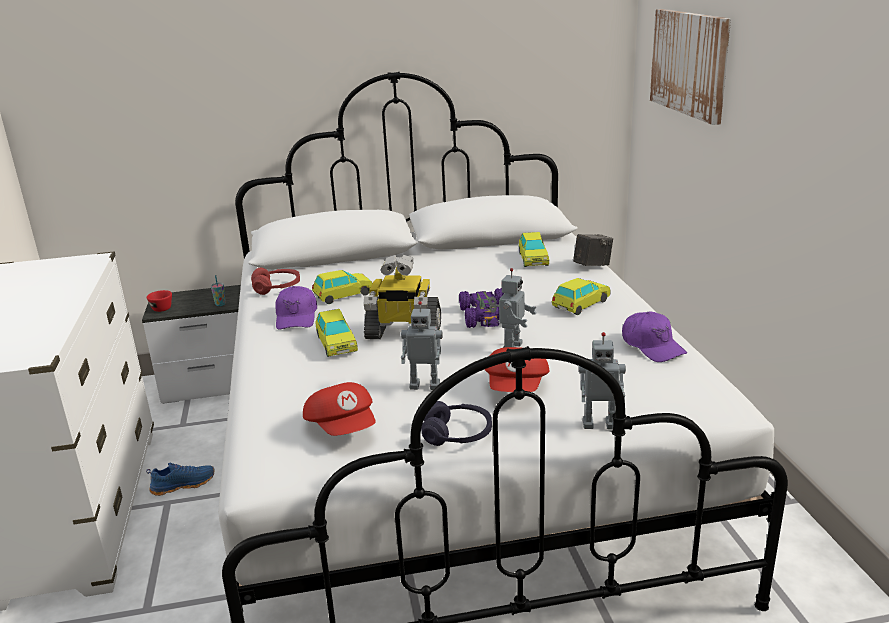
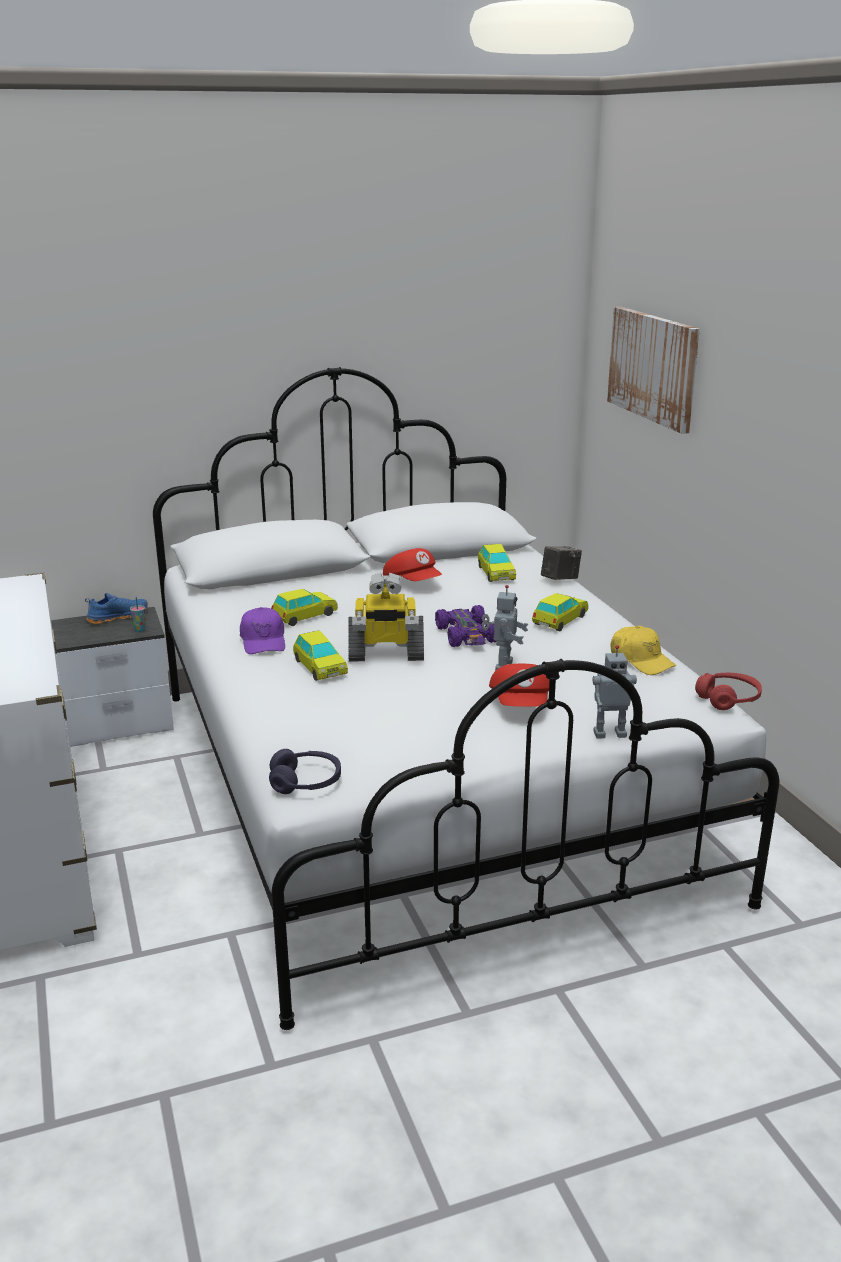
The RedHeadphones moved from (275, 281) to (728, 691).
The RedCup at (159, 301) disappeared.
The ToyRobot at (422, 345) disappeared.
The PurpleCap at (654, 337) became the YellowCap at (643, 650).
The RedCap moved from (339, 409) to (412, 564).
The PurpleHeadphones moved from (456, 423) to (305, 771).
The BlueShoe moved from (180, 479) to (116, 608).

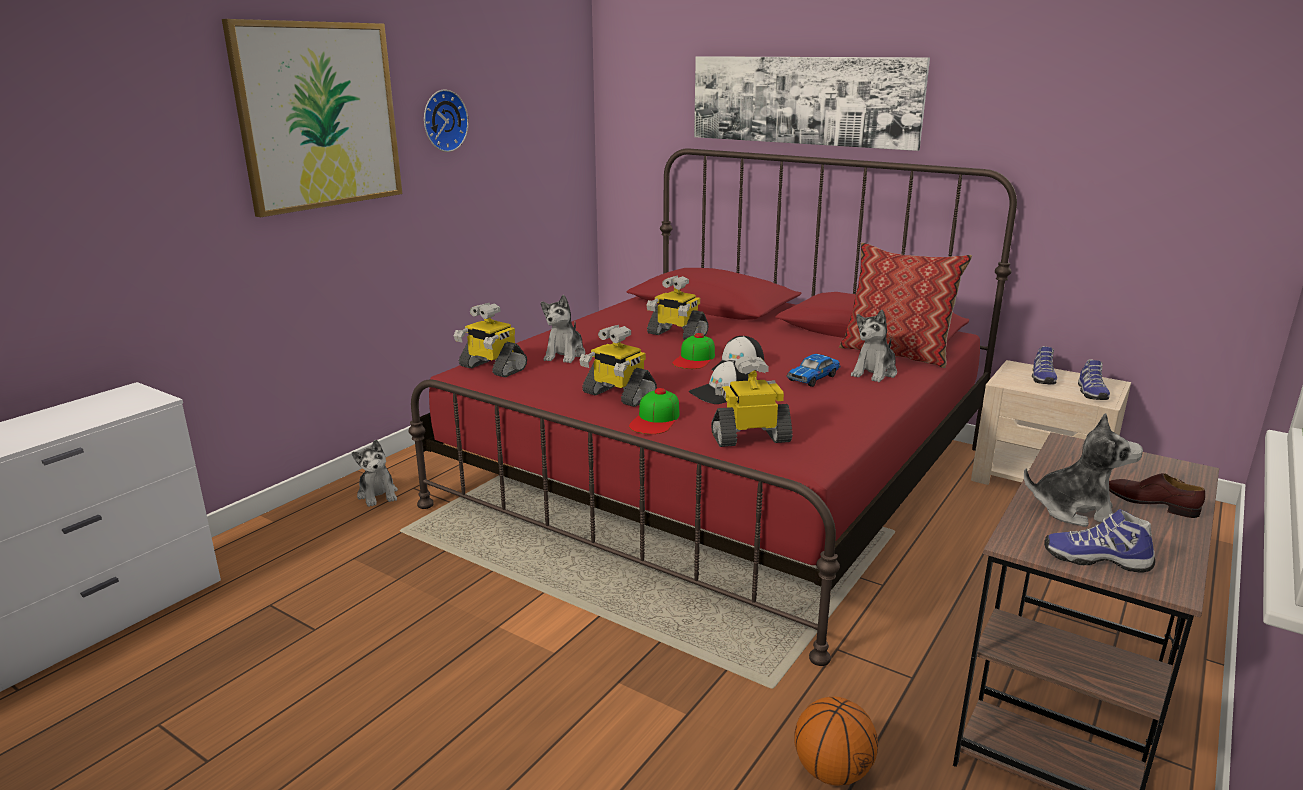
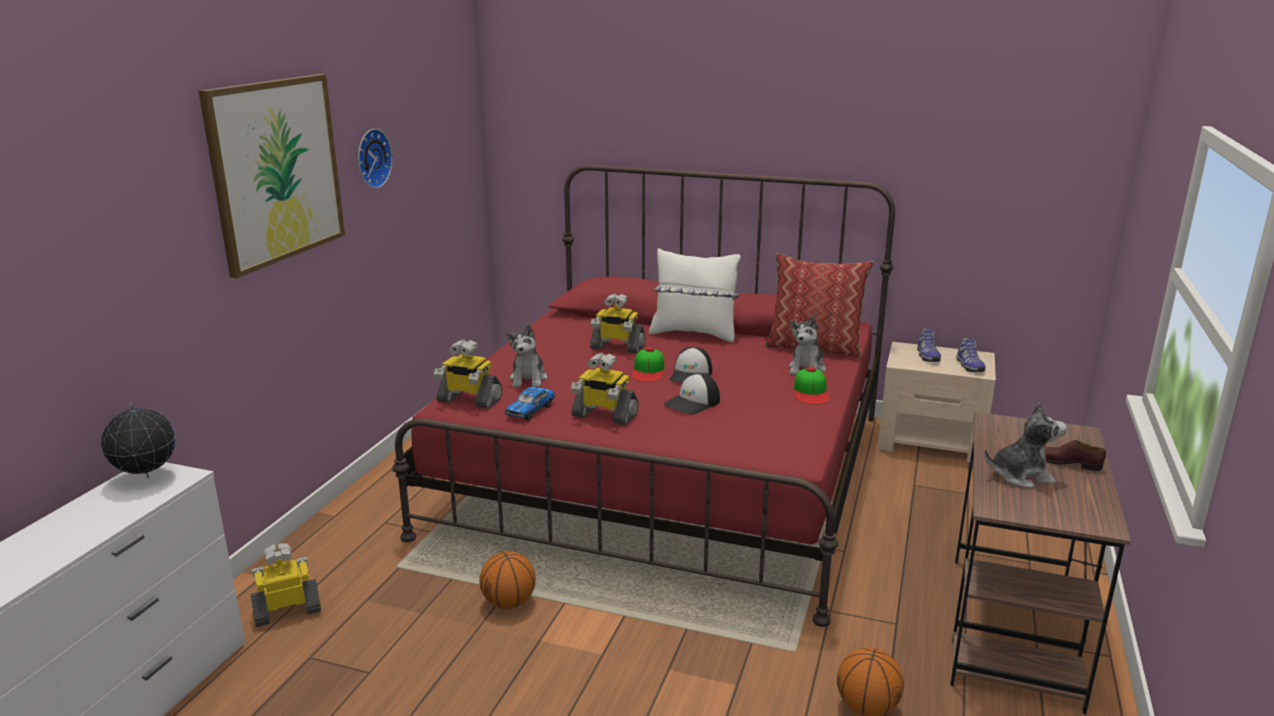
The Picture at (812, 103) disappeared.
The ToyCar moved from (813, 370) to (529, 404).
The ToyRobot moved from (752, 401) to (285, 585).
The Cap moved from (654, 411) to (811, 385).
The PlushToy at (375, 473) disappeared.
The Shoe at (1099, 541) disappeared.
The WhitePillow at (695, 295) appeared.
The Globe at (138, 440) appeared.
The Basketball at (508, 580) appeared.

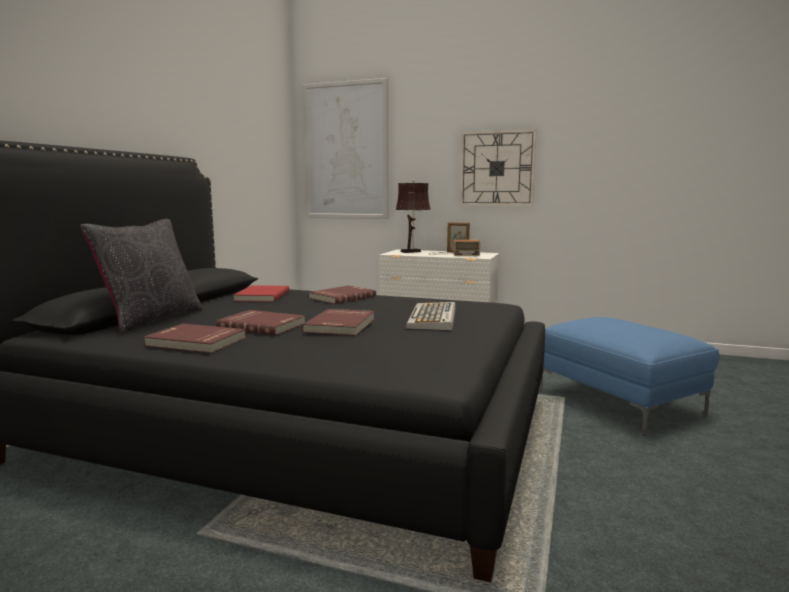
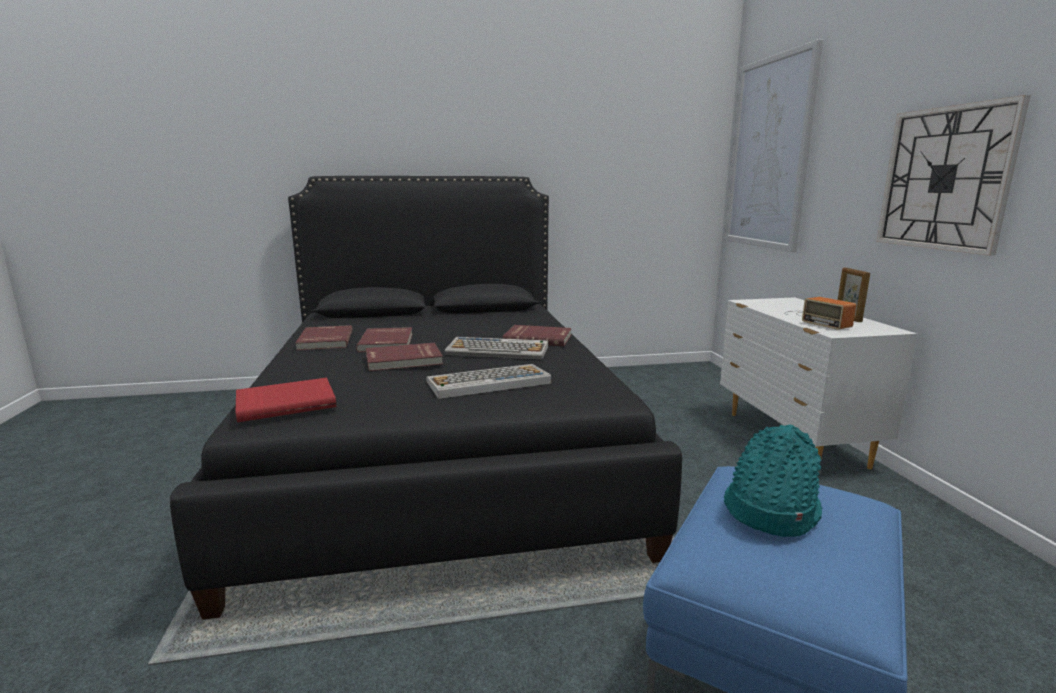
The BrownTableLamp at (413, 216) disappeared.
The BlackPillow at (141, 276) disappeared.
The RedBook moved from (261, 293) to (286, 400).
The Keyboard at (496, 348) appeared.
The TurquoiseHat at (773, 481) appeared.

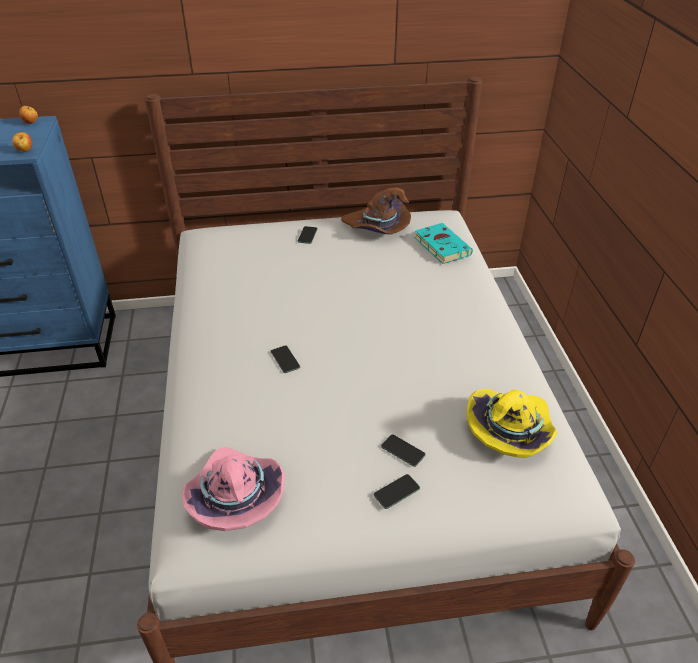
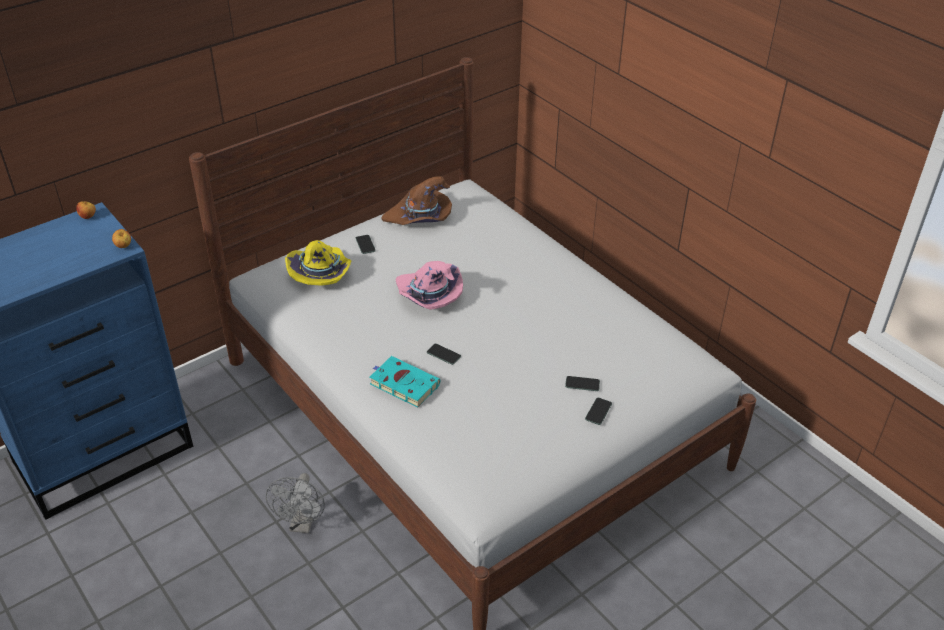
The TurquoiseBook moved from (444, 243) to (404, 382).
The YellowHat moved from (511, 423) to (318, 263).
The PinkHat moved from (233, 489) to (429, 285).
The GreyFan at (295, 503) appeared.

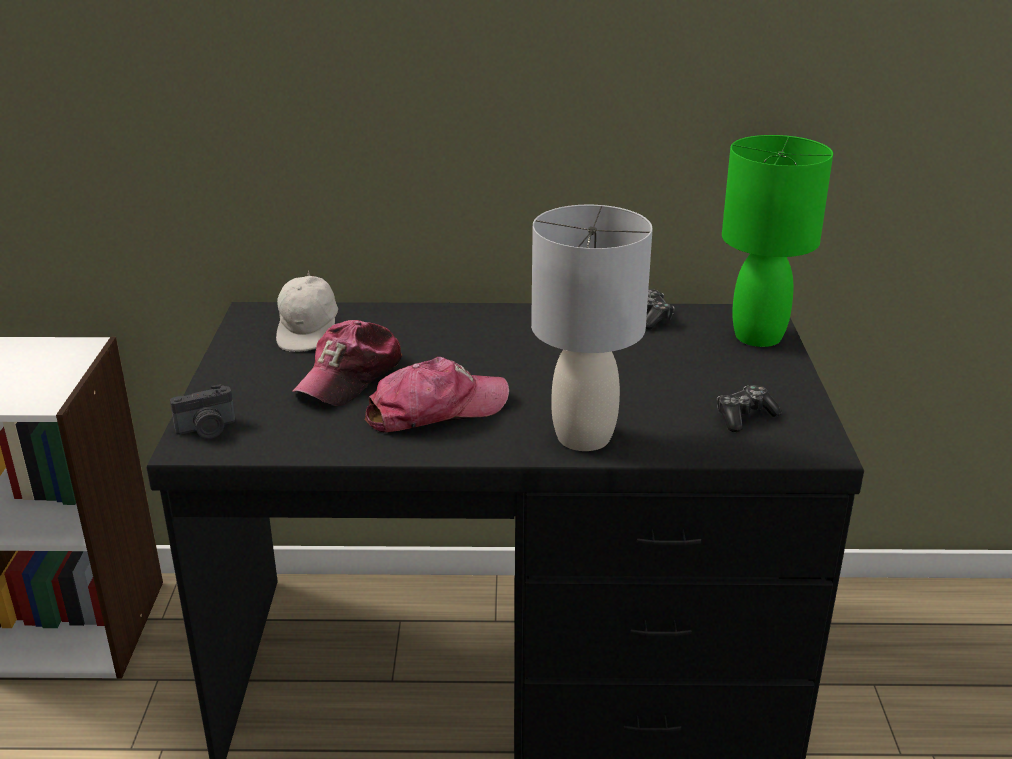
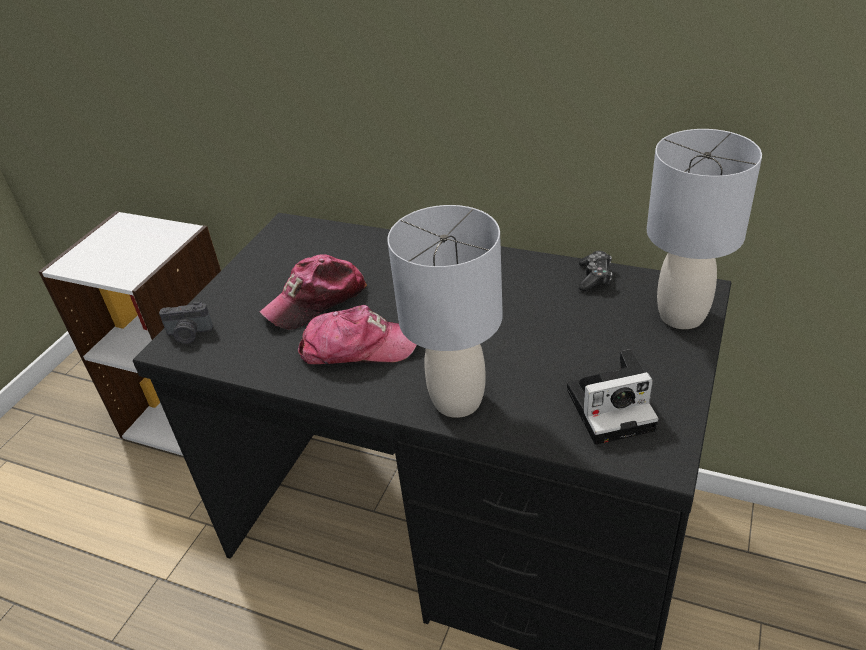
The GreenTableLamp at (777, 241) became the GreyTableLamp at (704, 229).
The WhiteCap at (307, 311) disappeared.
The GameController at (749, 408) was replaced by the PhotoCamera at (612, 397).

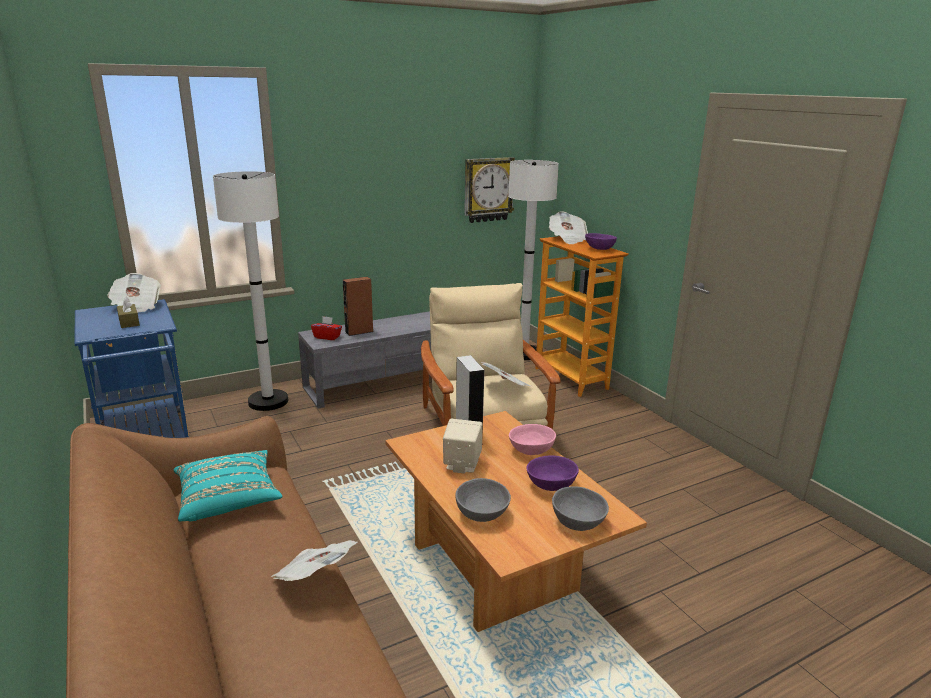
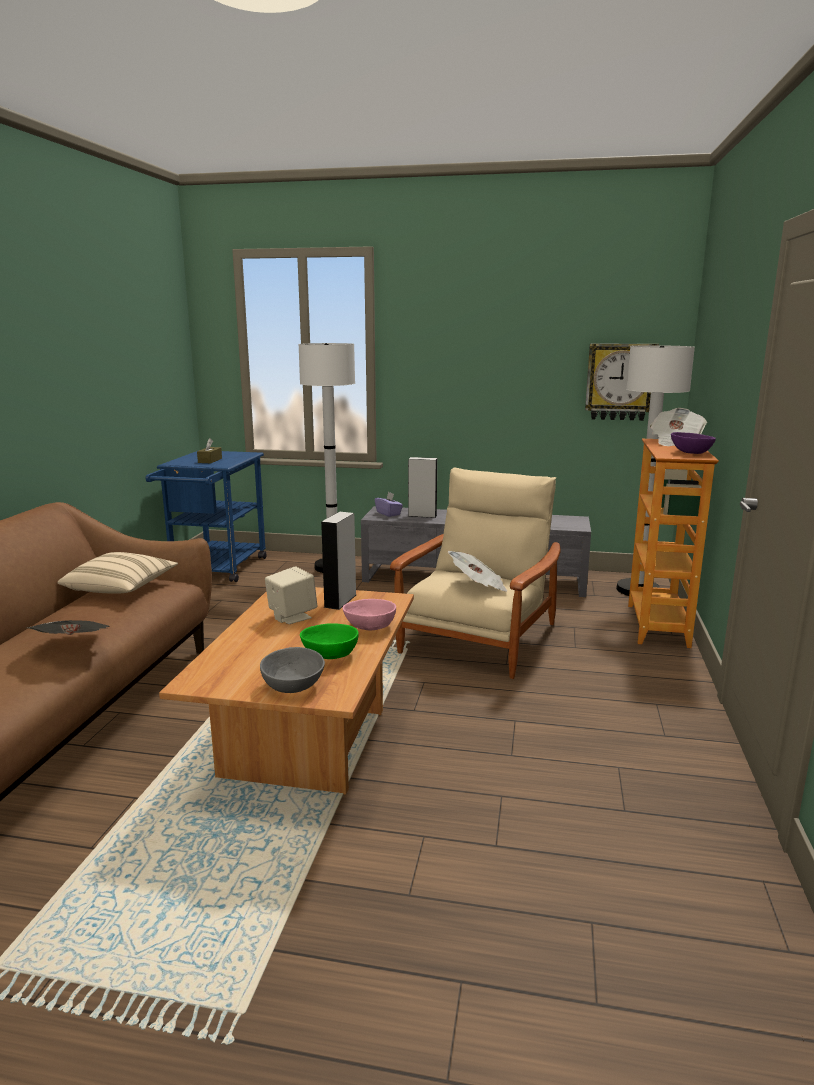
The Newspaper at (134, 293) disappeared.
The BrownSpeaker at (358, 306) became the GreySpeaker at (422, 487).
The RedTissueBox at (326, 328) became the PurpleTissueBox at (389, 504).
The TurquoisePillow at (228, 485) became the BeigePillow at (117, 573).
The PurpleBowl at (552, 473) became the GreenBowl at (329, 641).
The GreyBowl at (483, 500) disappeared.

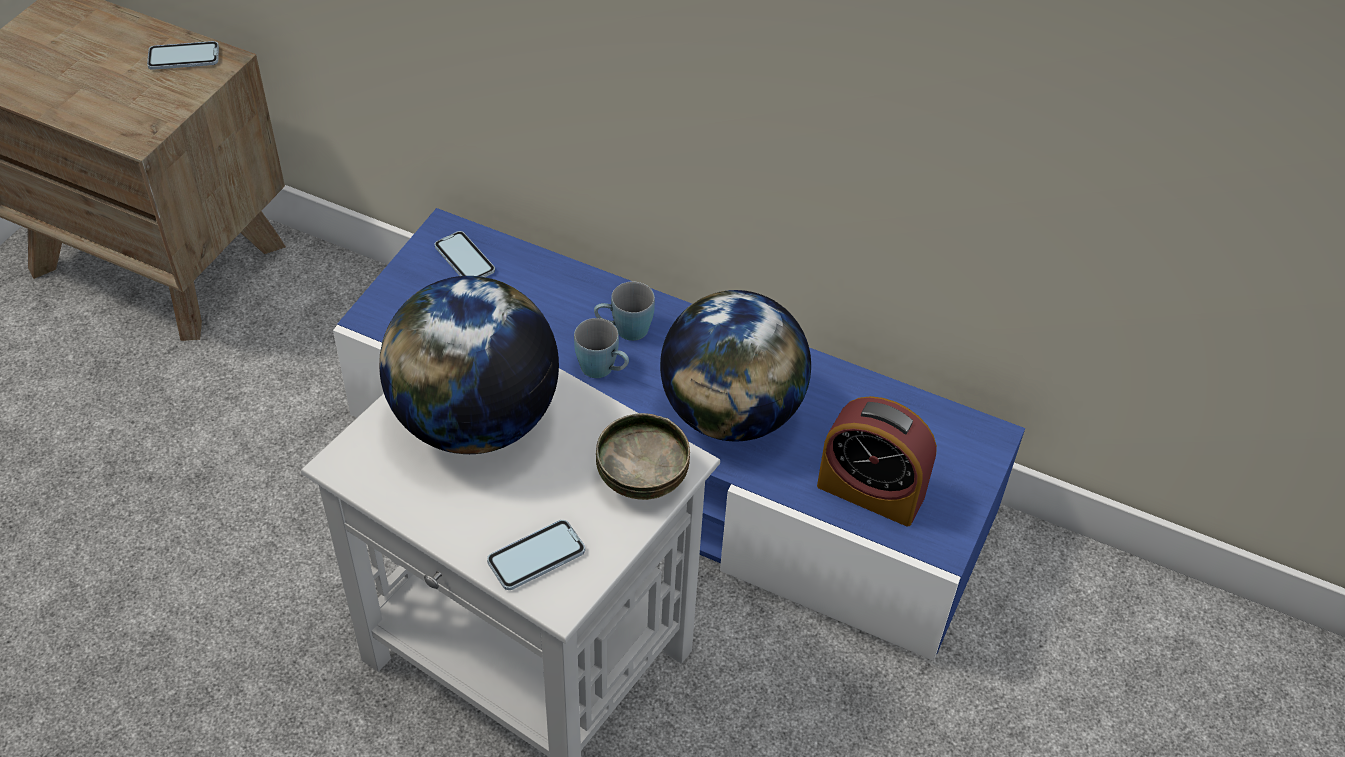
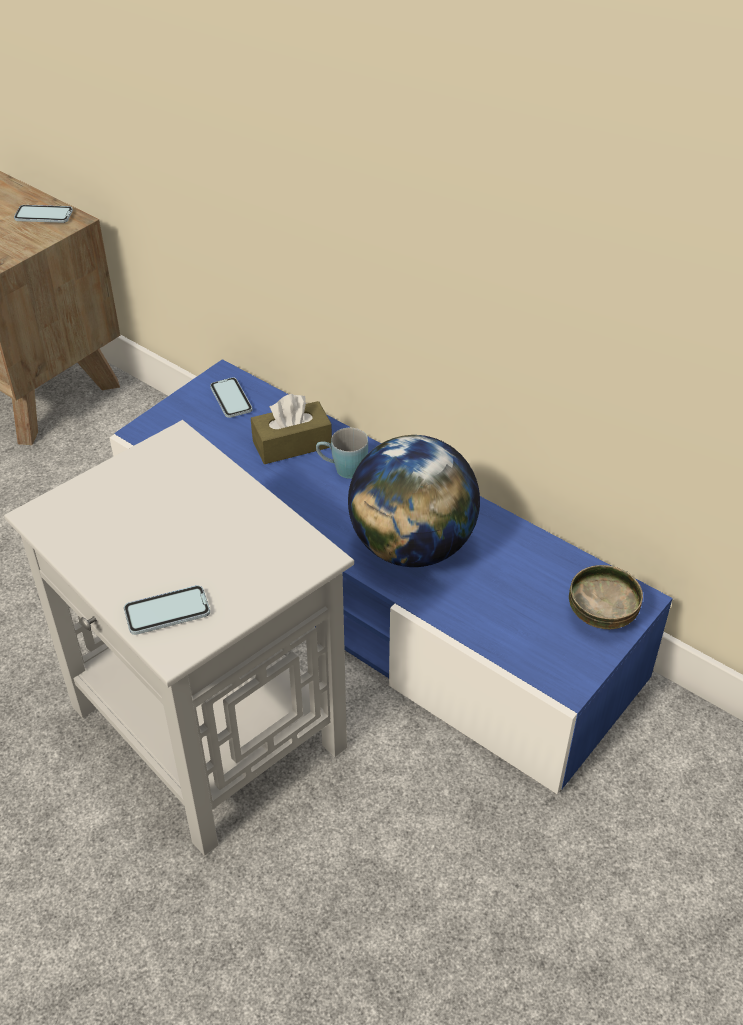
The Globe at (469, 365) disappeared.
The BlueMug at (601, 348) disappeared.
The AlarmClock at (877, 461) disappeared.
The Bowl moved from (643, 456) to (606, 597).
The BrownTissueBox at (291, 429) appeared.

